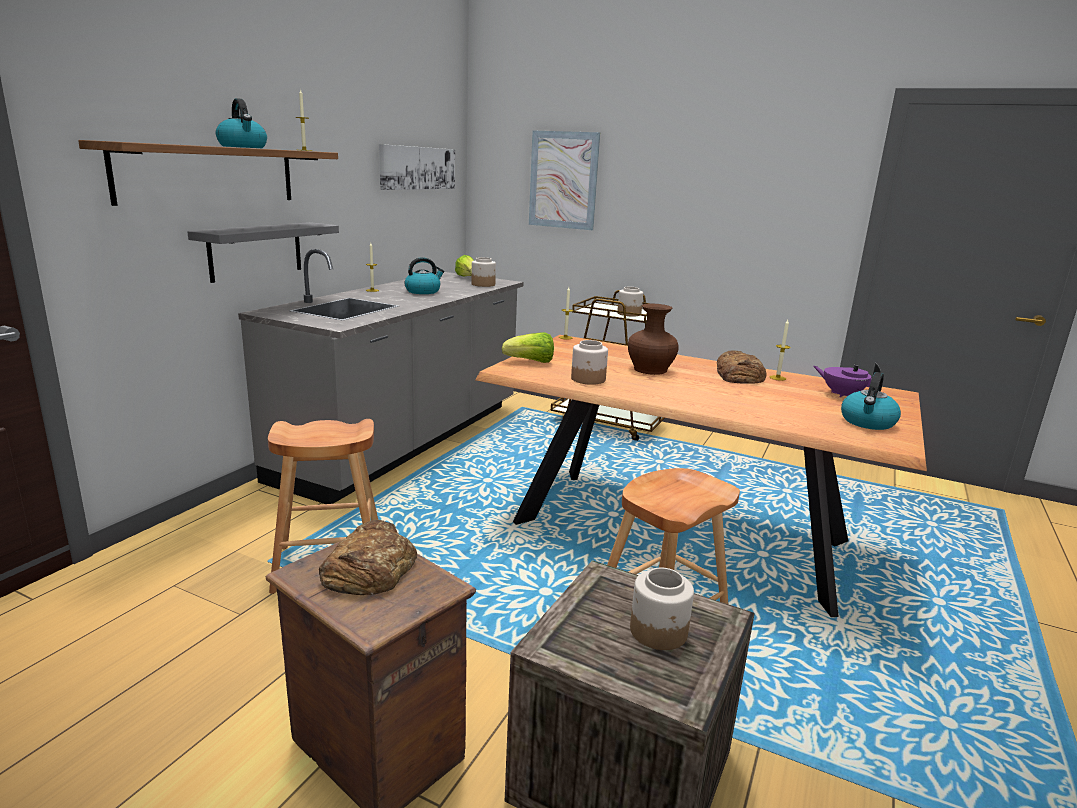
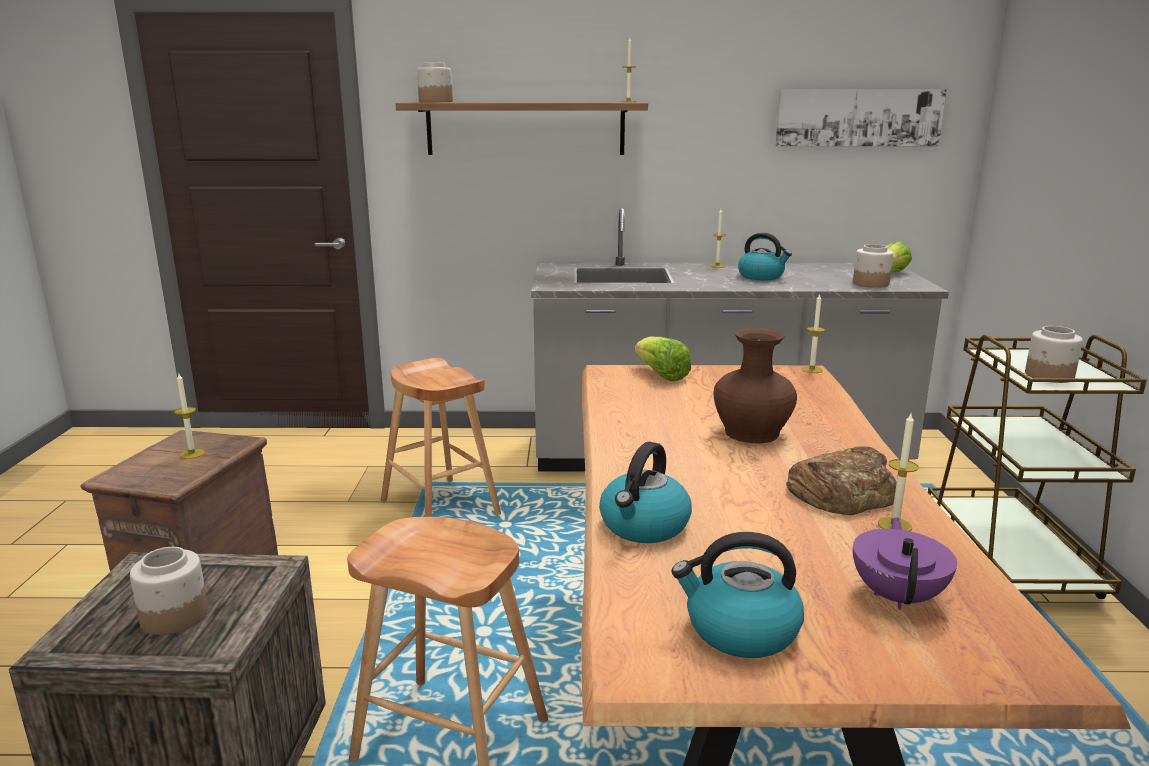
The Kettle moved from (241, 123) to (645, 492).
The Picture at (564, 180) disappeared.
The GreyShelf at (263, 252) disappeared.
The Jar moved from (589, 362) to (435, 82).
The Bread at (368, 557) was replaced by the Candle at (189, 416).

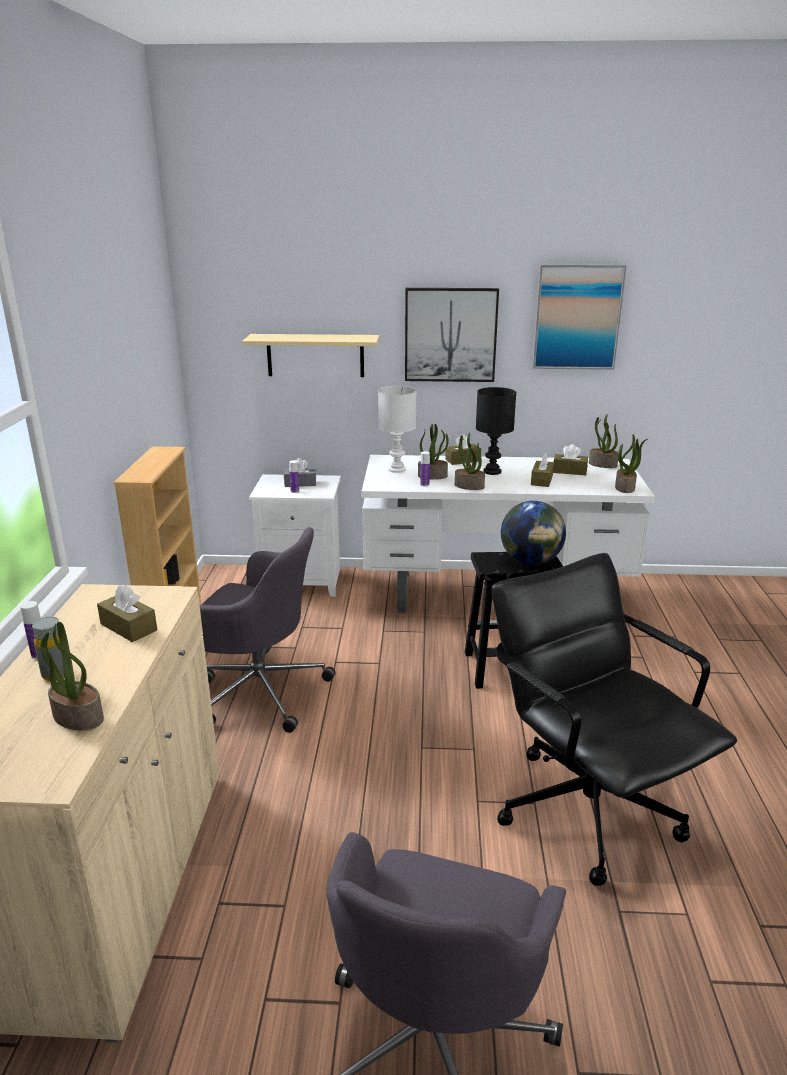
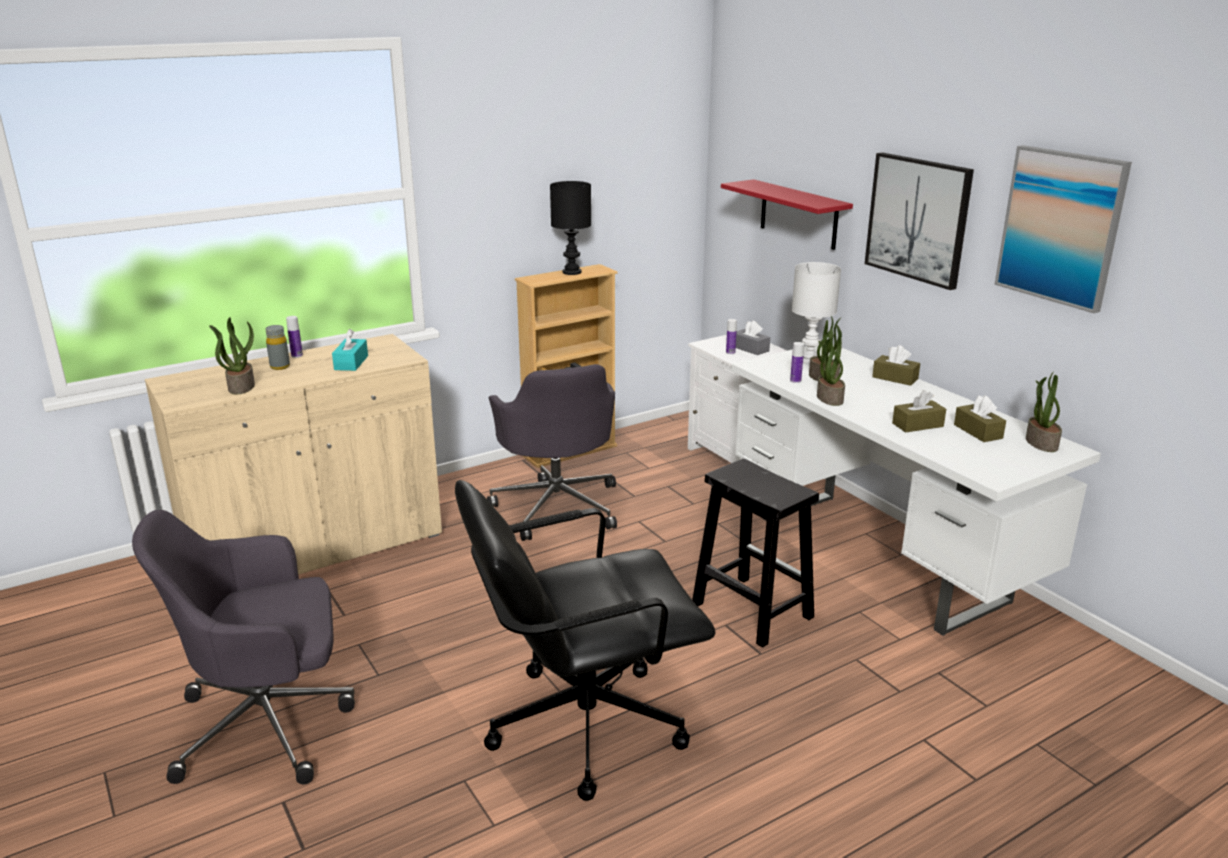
The BeigeShelf at (310, 355) became the RedShelf at (787, 214).
The BlackTableLamp moved from (496, 431) to (570, 228).
The PottedPlant at (631, 463) disappeared.
The Globe at (533, 533) disappeared.
The BlackOfficeChair at (614, 719) turned 135 degrees counterclockwise.
The BrownTissueBox at (127, 613) became the TurquoiseTissueBox at (350, 350).

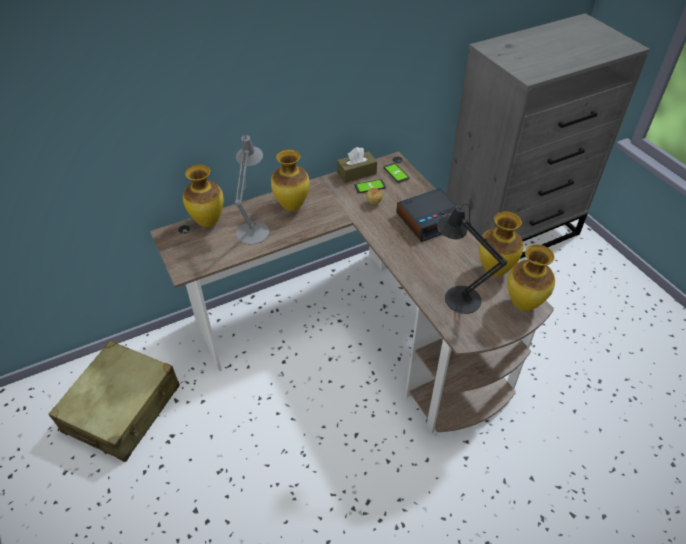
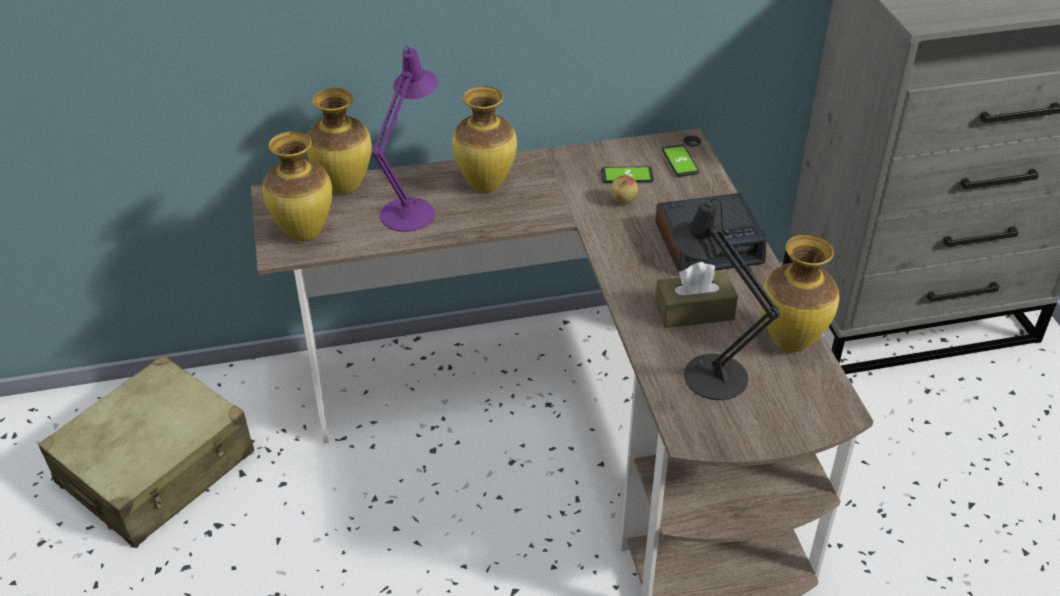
The GreyTableLamp at (252, 189) became the PurpleTableLamp at (405, 138).
The BrownTissueBox moved from (357, 165) to (696, 295).
The Vase moved from (531, 278) to (297, 186).

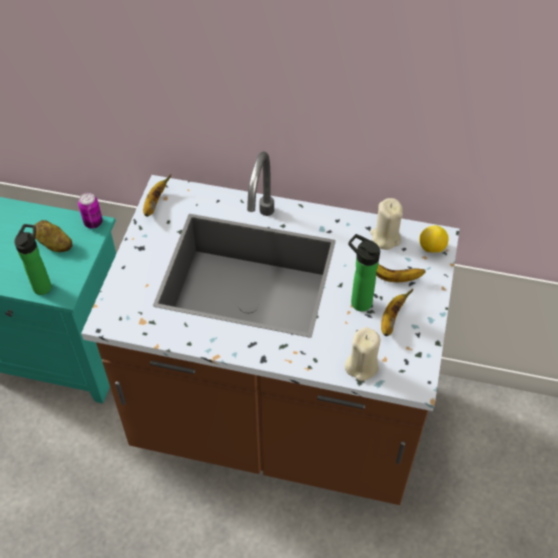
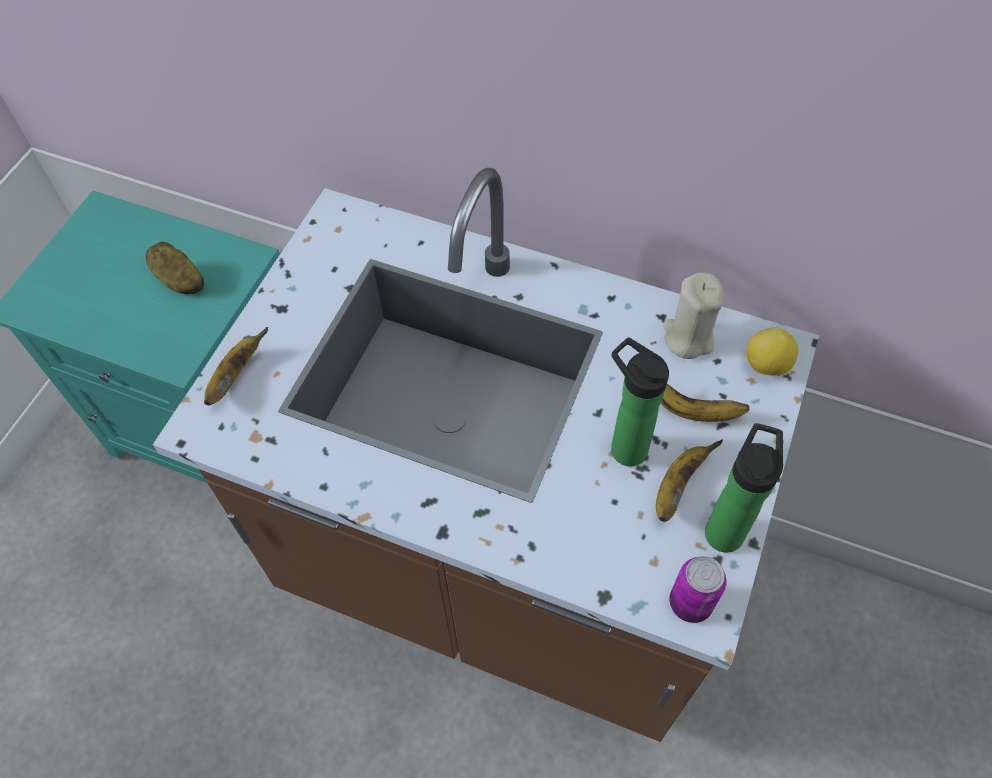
The Banana moved from (157, 195) to (236, 366).
The Can moved from (90, 211) to (698, 589).
The Bottle moved from (33, 259) to (744, 487).
The BeigeCandle at (363, 354) disappeared.

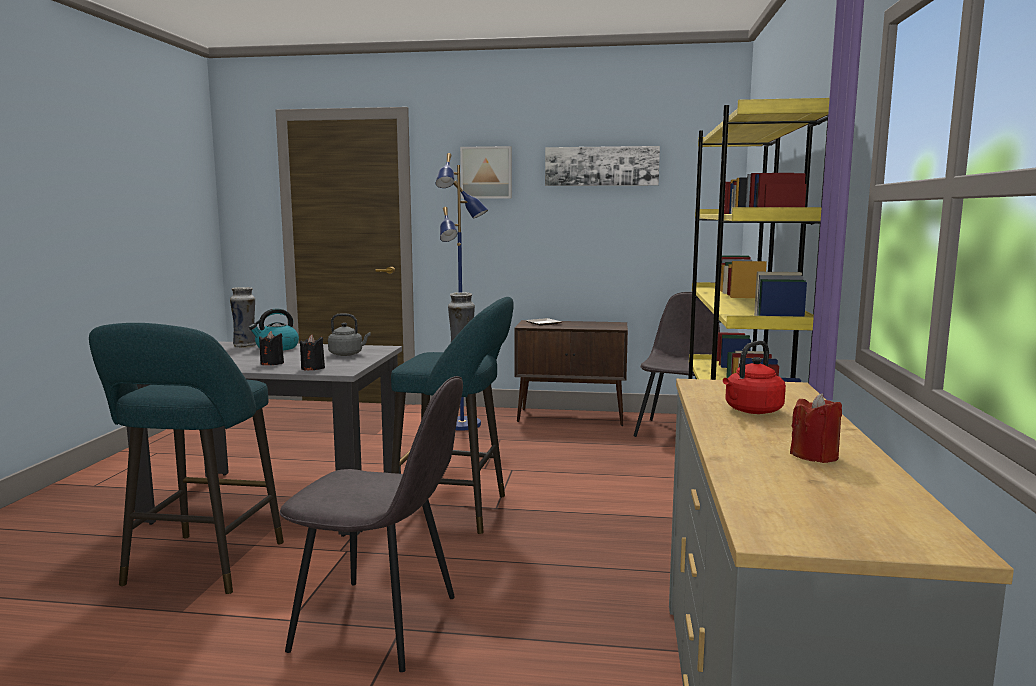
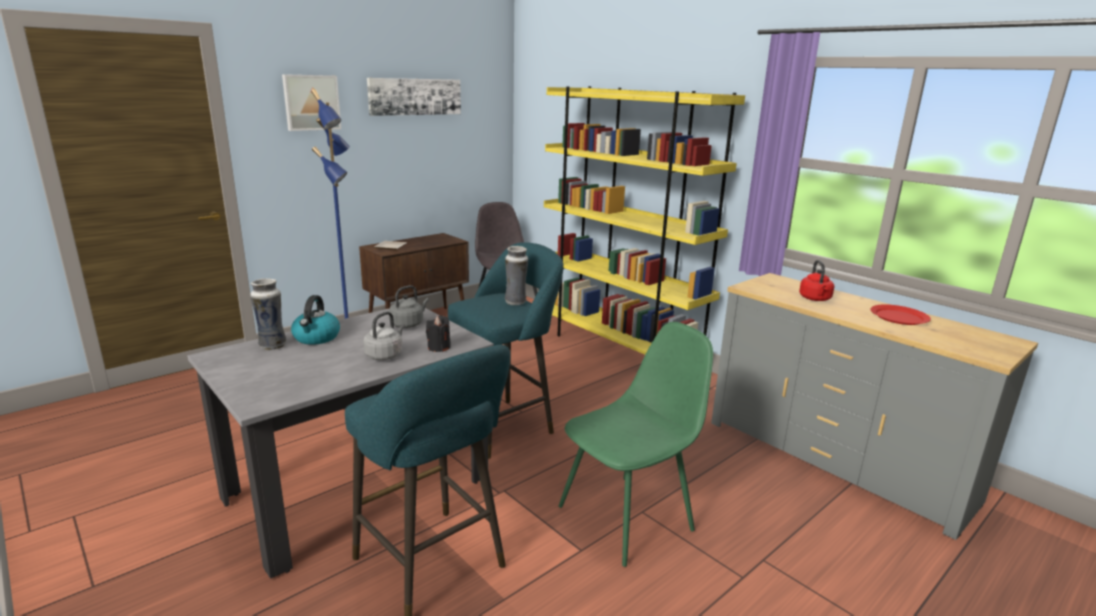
The BlackCandle at (271, 348) was replaced by the GreyKettle at (384, 336).
The GreyChair at (371, 524) became the GreenChair at (636, 444).
The RedCandle at (816, 428) was replaced by the RedPlate at (900, 314).

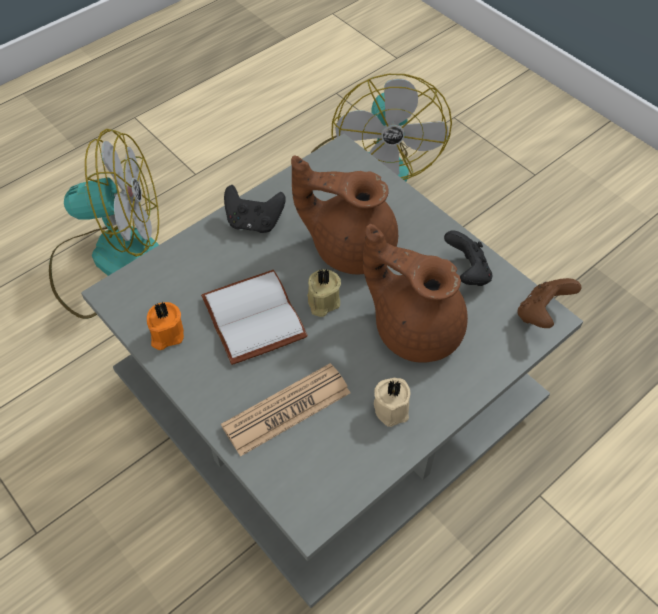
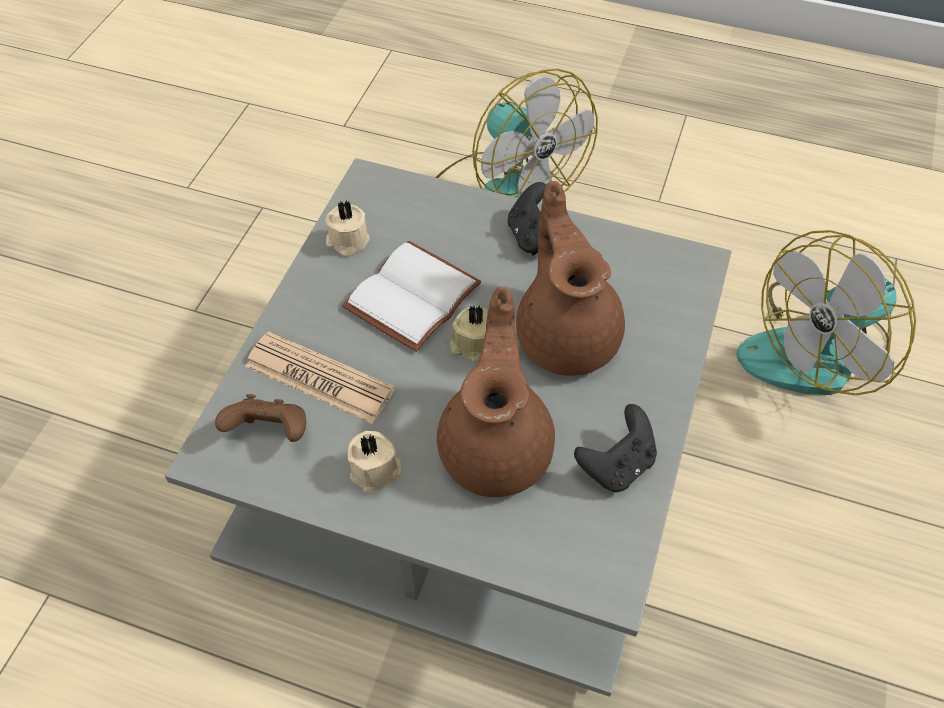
The BrownGameController moved from (549, 303) to (260, 418).
The OrangeCandle at (165, 325) became the BeigeCandle at (347, 228).

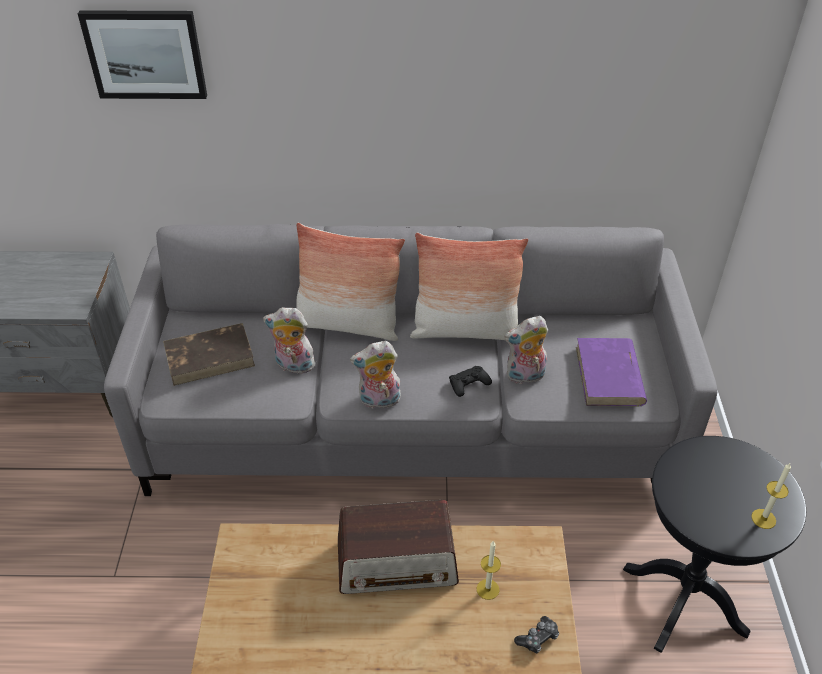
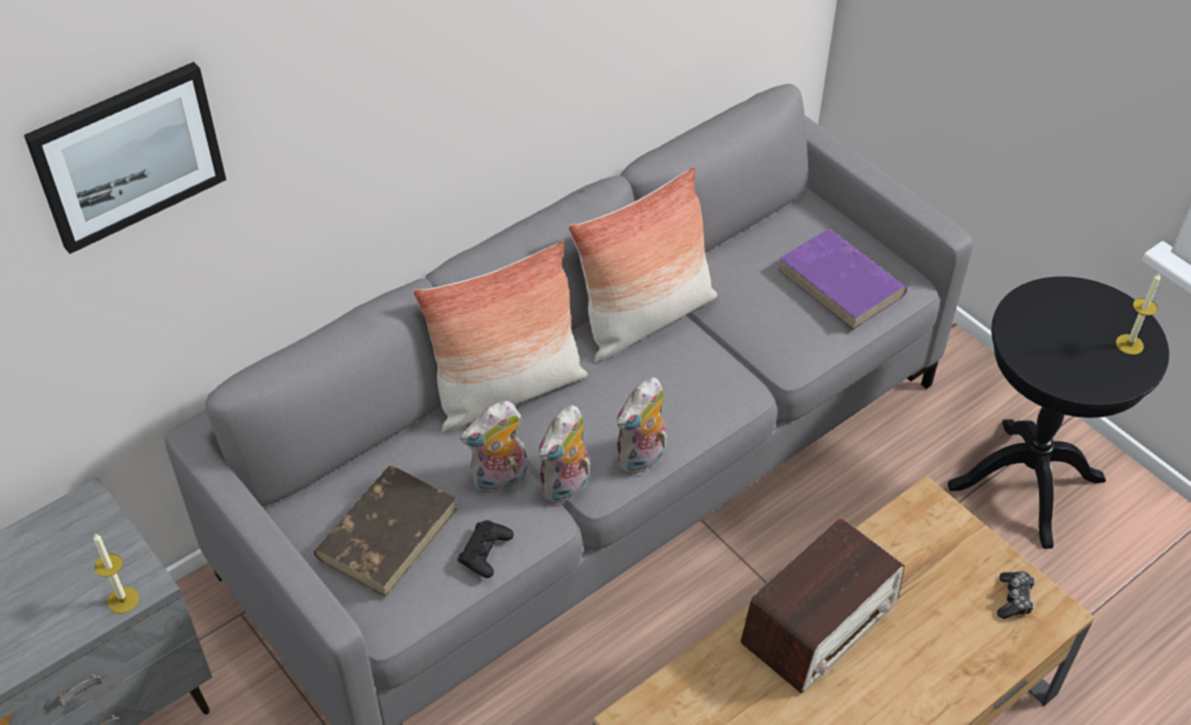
The PlushToy moved from (526, 350) to (564, 454).
The BlackGameController moved from (470, 381) to (486, 549).
The Candle moved from (489, 570) to (116, 573).

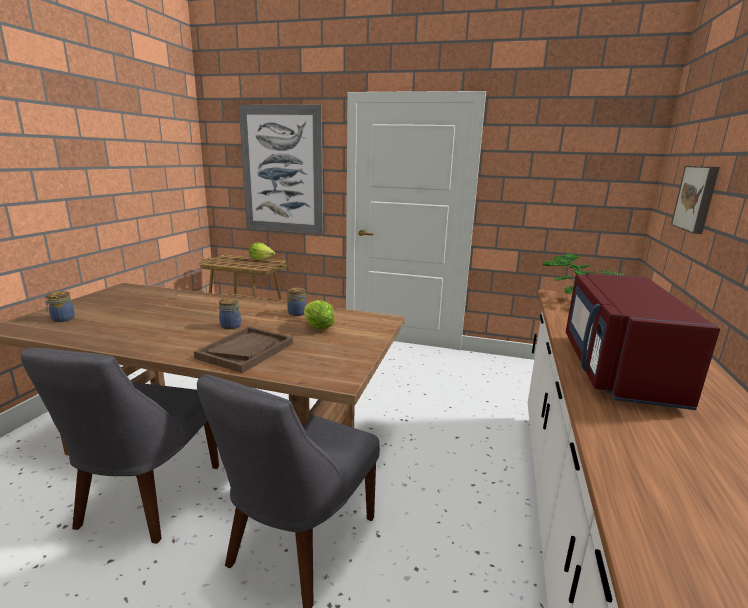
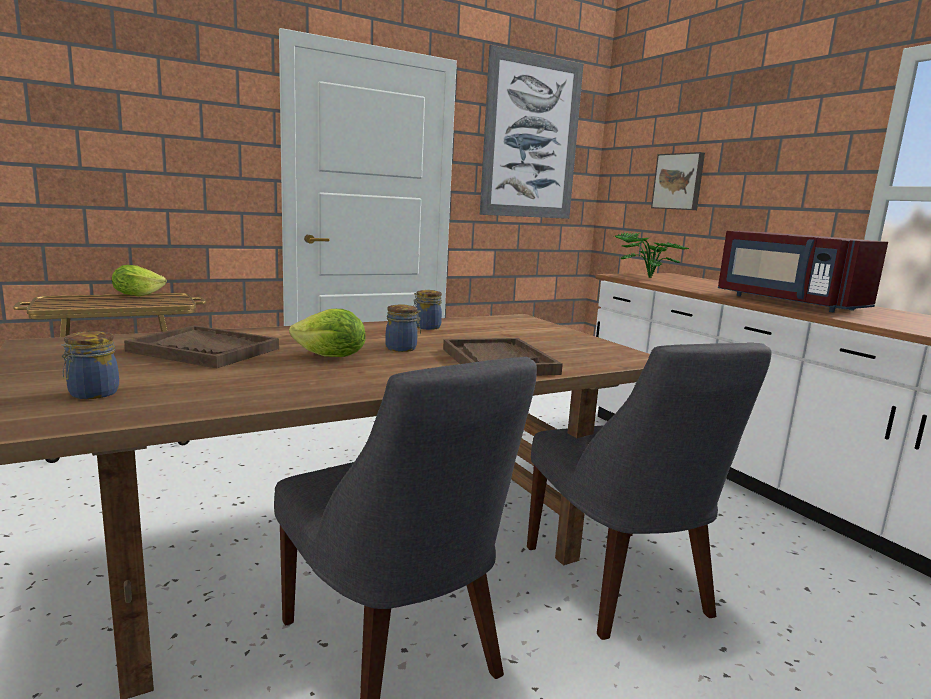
The Picture moved from (281, 169) to (532, 132).
The Lettuce moved from (319, 314) to (327, 333).
The BrownTray at (201, 346) appeared.

